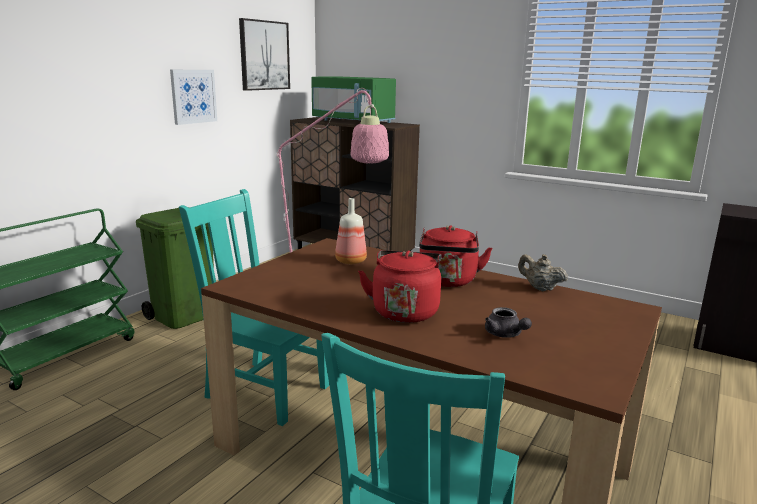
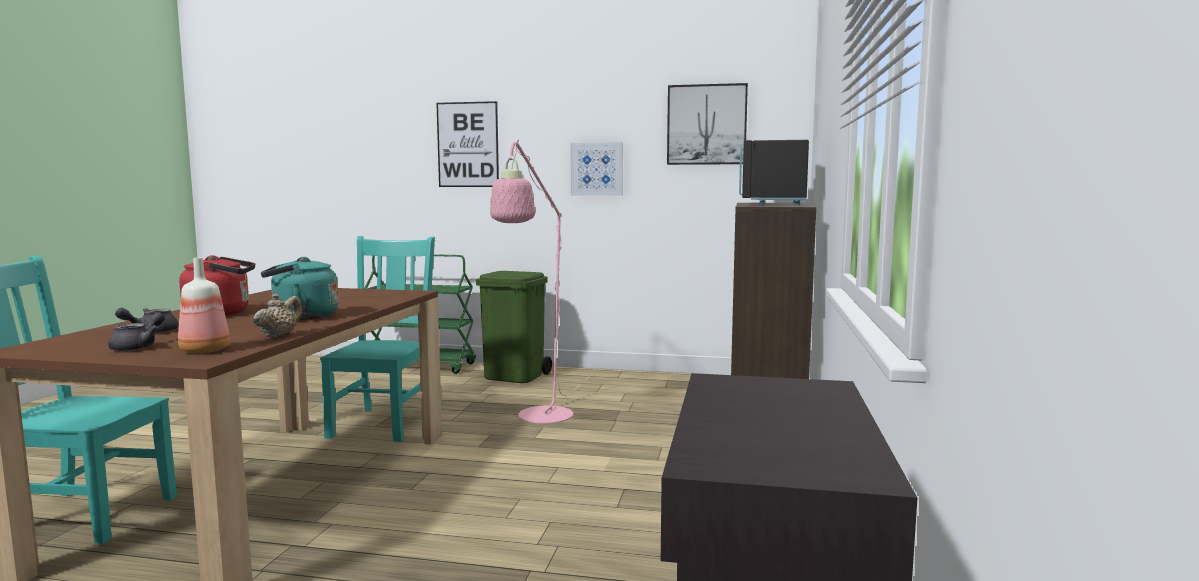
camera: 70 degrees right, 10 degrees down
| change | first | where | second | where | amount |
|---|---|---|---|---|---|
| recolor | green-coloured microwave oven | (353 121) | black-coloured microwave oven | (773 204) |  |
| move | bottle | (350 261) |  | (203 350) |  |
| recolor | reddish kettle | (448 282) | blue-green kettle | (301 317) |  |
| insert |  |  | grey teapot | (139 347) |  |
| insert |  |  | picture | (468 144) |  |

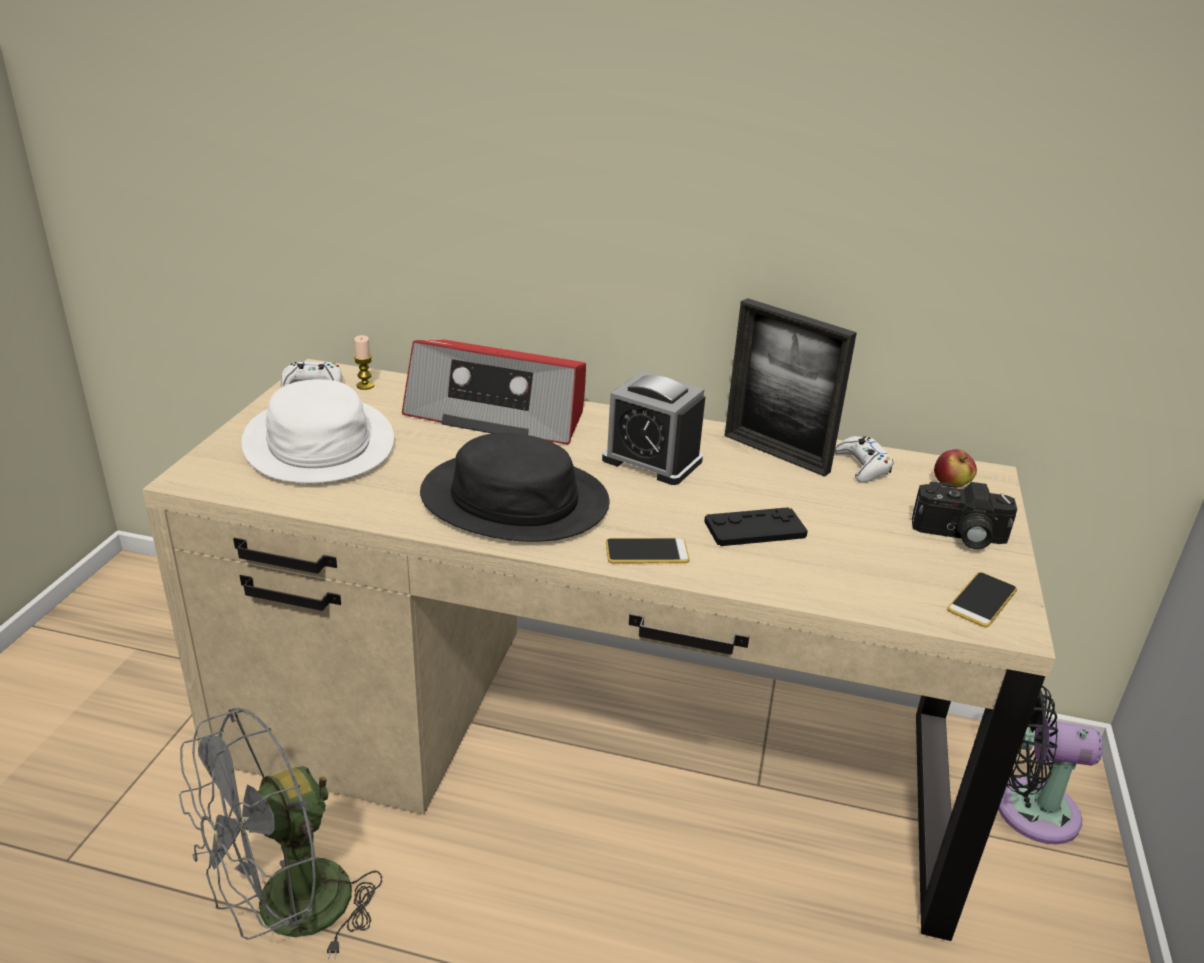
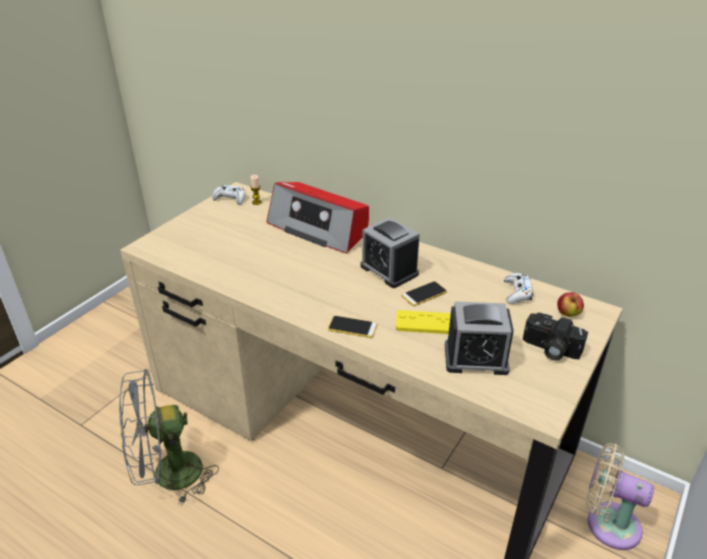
camera: 20 degrees right, 5 degrees up
| change | first | where | second | where | amount |
|---|---|---|---|---|---|
| delete | whitish wearable hat | (318 443) |  |  |  |
| delete | black-coloured wearable hat | (515 499) |  |  |  |
| recolor | black-coloured gamepad | (755 529) | yellow gamepad | (423 323) |  |
| delete | photo frame | (776 453) |  |  |  |
| move | telephone | (982 600) |  | (424 294) |  |
| recolor | black-coloured cooling fan | (1027 809) | beige-coloured cooling fan | (607 523) |  |
| insert |  |  | alarm clock | (476 358) |  |

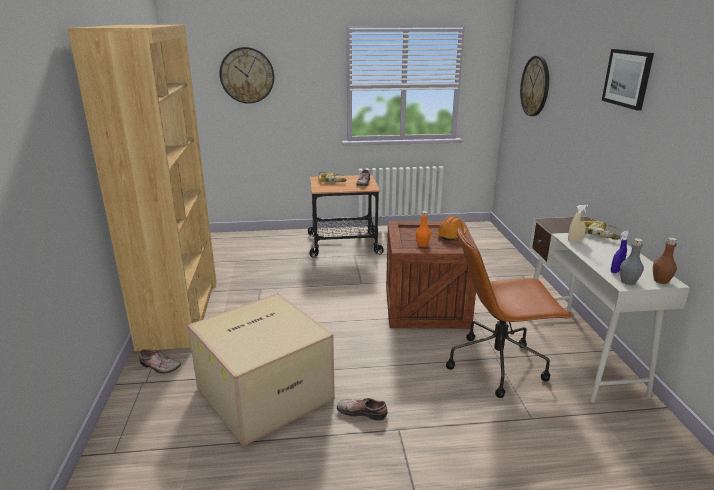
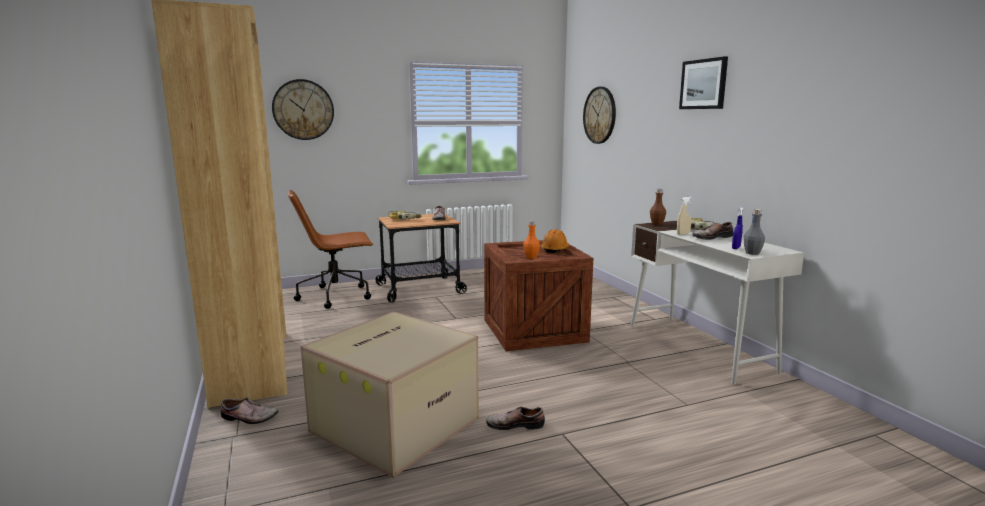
camera: 15 degrees left, 10 degrees down
| change | first | where | second | where | amount |
|---|---|---|---|---|---|
| move | brown-coloured desk chair | (498 364) |  | (337 296) |  |
| move | brown-coloured bottle | (660 281) |  | (657 224) |  |
| insert |  |  | item of footwear | (711 237) |  |

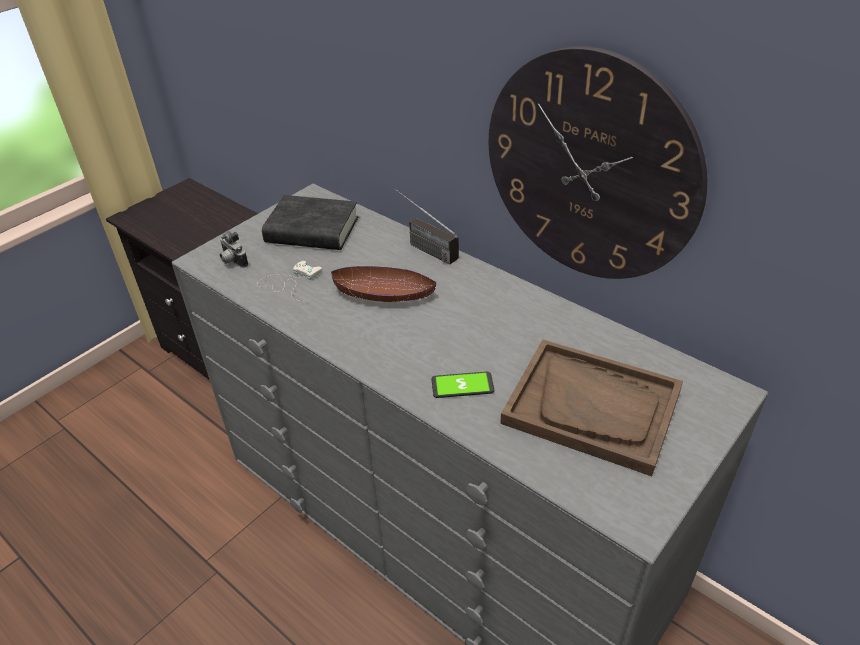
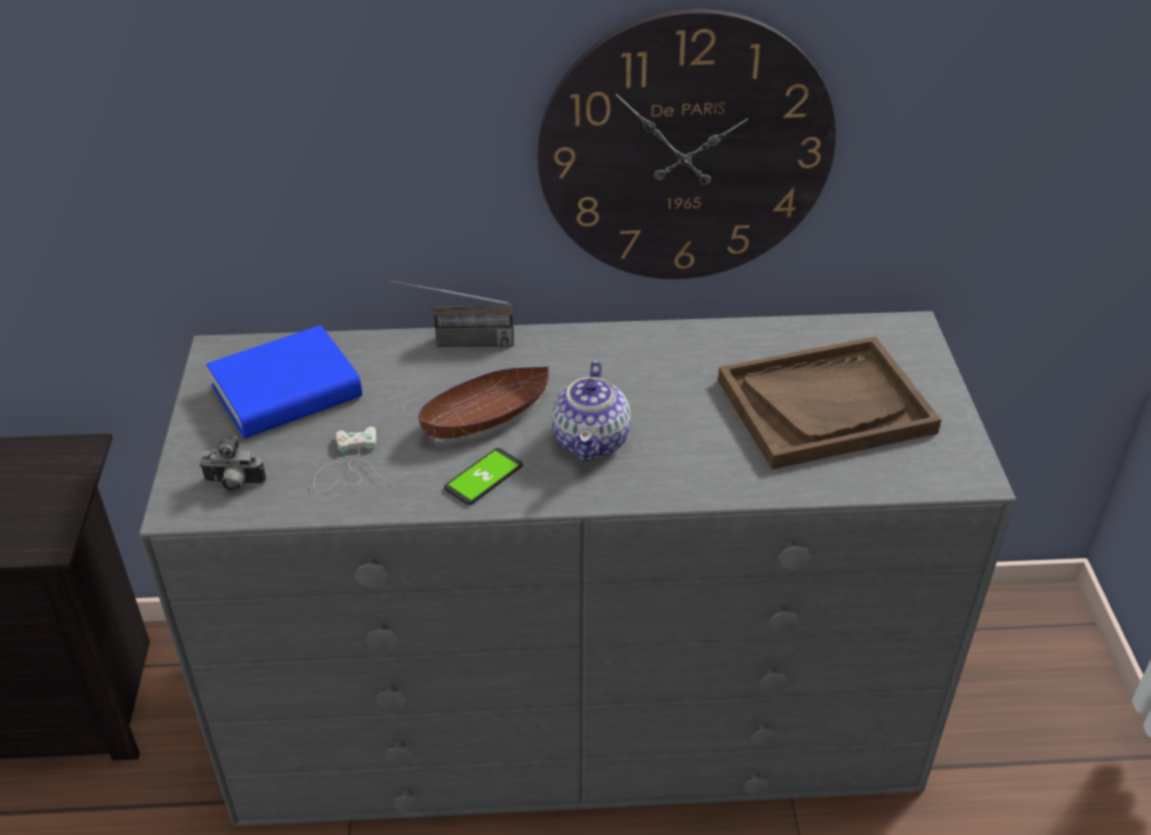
camera: 45 degrees left, 0 degrees up
| change | first | where | second | where | amount |
|---|---|---|---|---|---|
| recolor | black-coloured bound book | (312 230) | bluish bound book | (287 392) |  |
| move | telephone | (462 385) |  | (483 477) |  |
| insert |  |  | teapot | (592 440) |  |

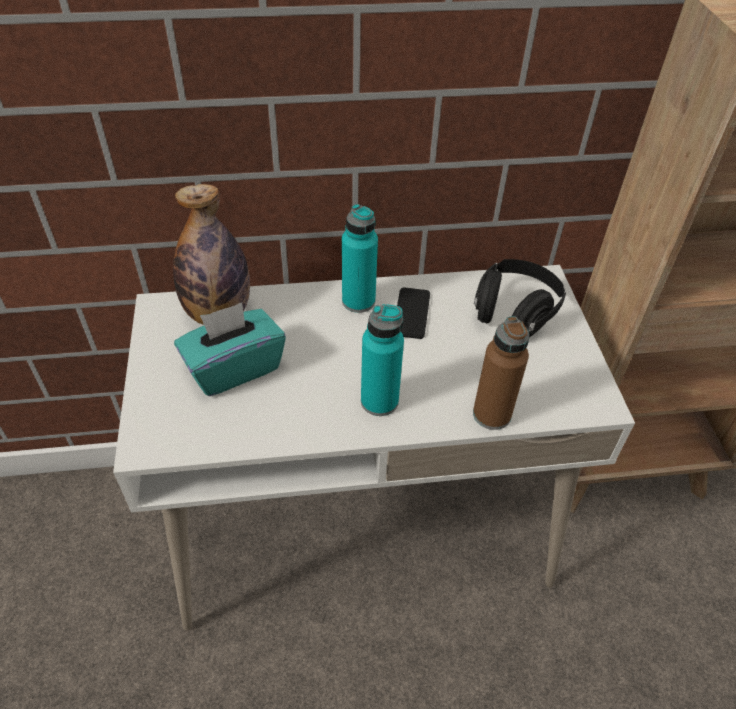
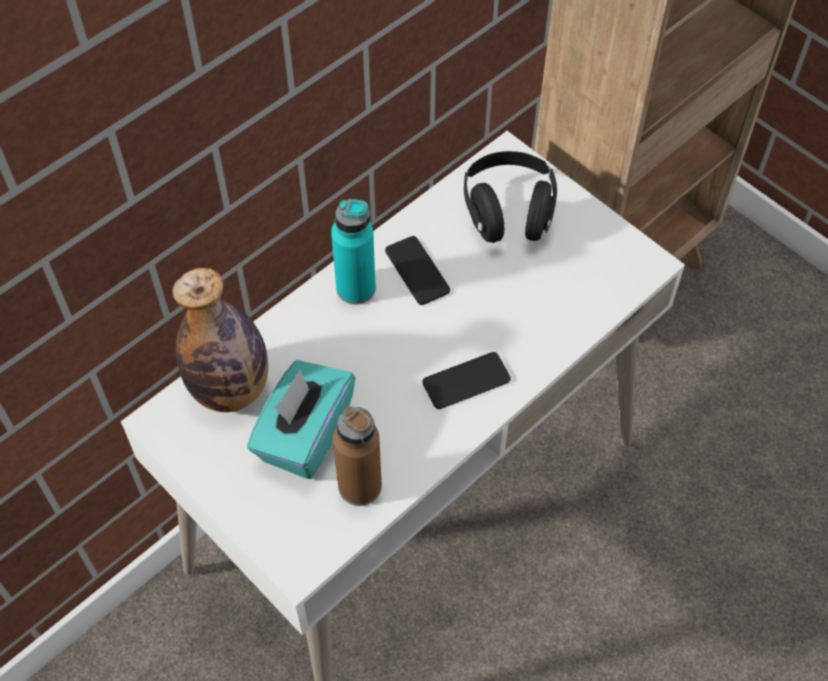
camera: 35 degrees left, 10 degrees up
| change | first | where | second | where | amount |
|---|---|---|---|---|---|
| replace | blue-green bottle | (379 401) | telephone | (466 381) |  |
| move | brown-coloured bottle | (491 414) |  | (360 486) |  |

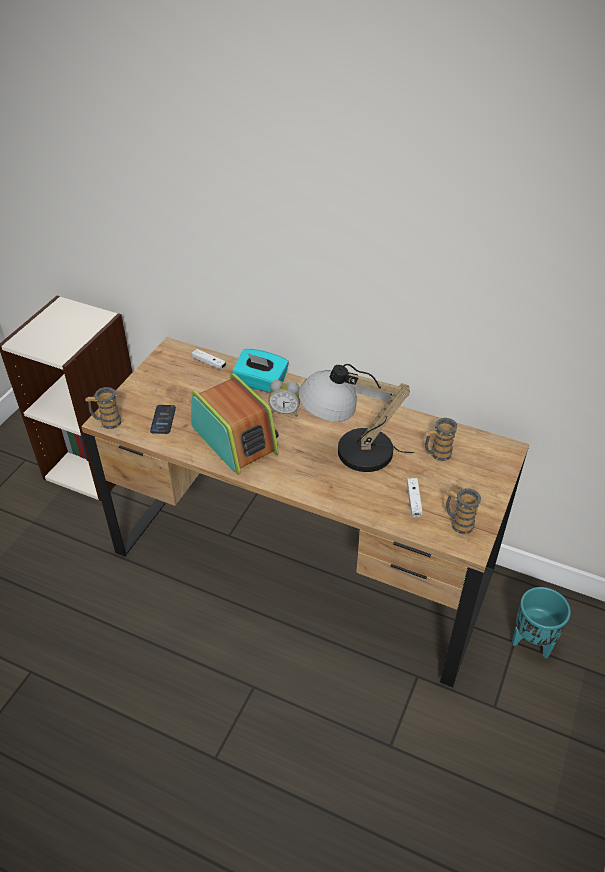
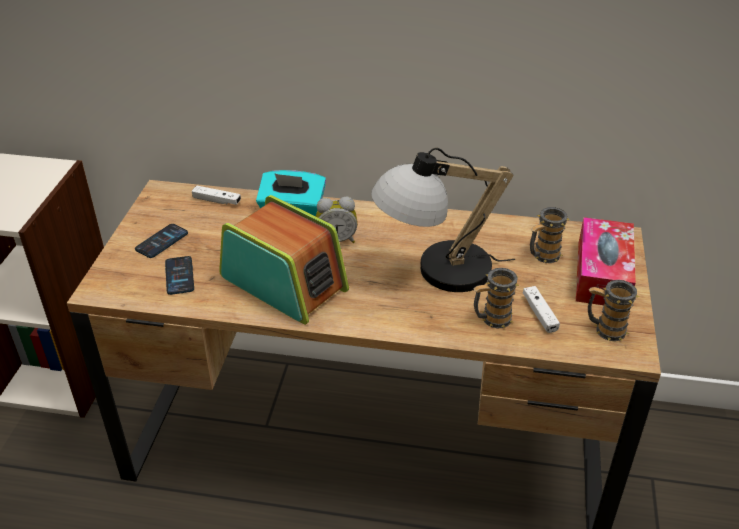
camera: 15 degrees left, 5 degrees down
| change | first | where | second | where | amount |
|---|---|---|---|---|---|
| move | tea mug | (107 422) |  | (491 319) |  |
| delete | blue-green planter | (532 643) |  |  |  |
| insert |  |  | telephone | (162 241) |  |
| insert |  |  | tissue box | (602 274) |  |

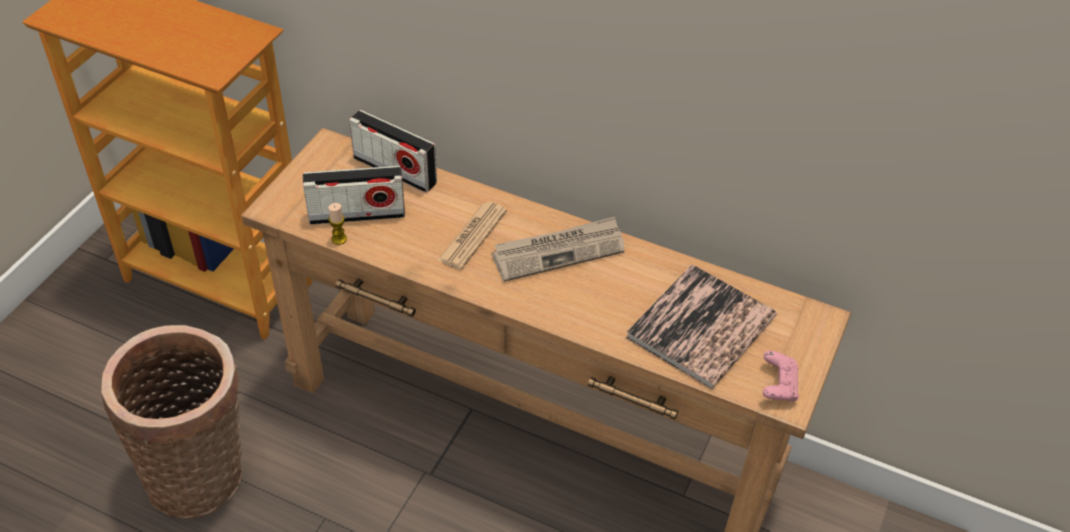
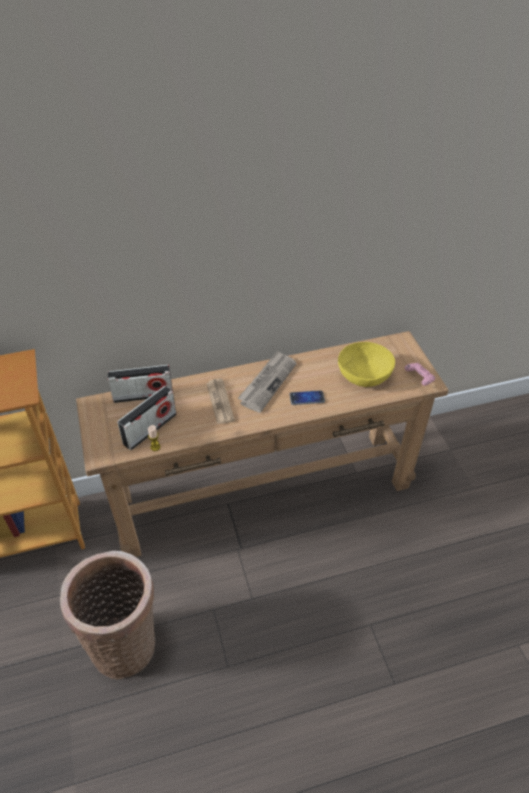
camera: 40 degrees left, 0 degrees up
| change | first | where | second | where | amount |
|---|---|---|---|---|---|
| replace | bound book | (701 327) | yellow serving bowl | (364 375) |  |
| insert |  |  | telephone | (307 398) |  |

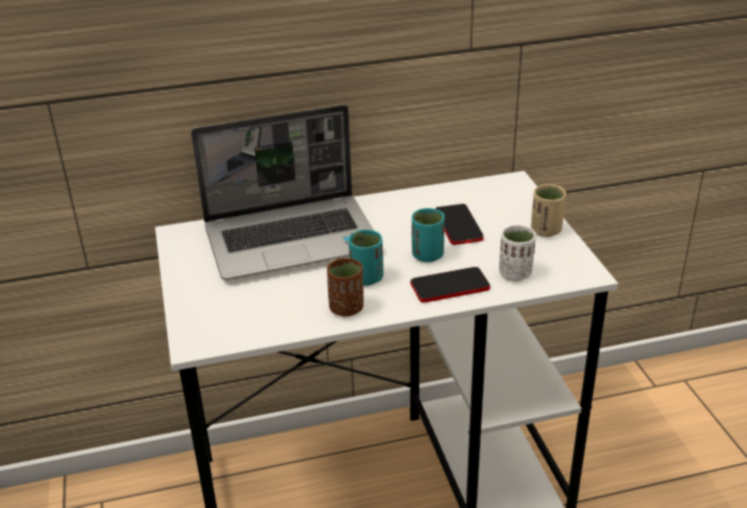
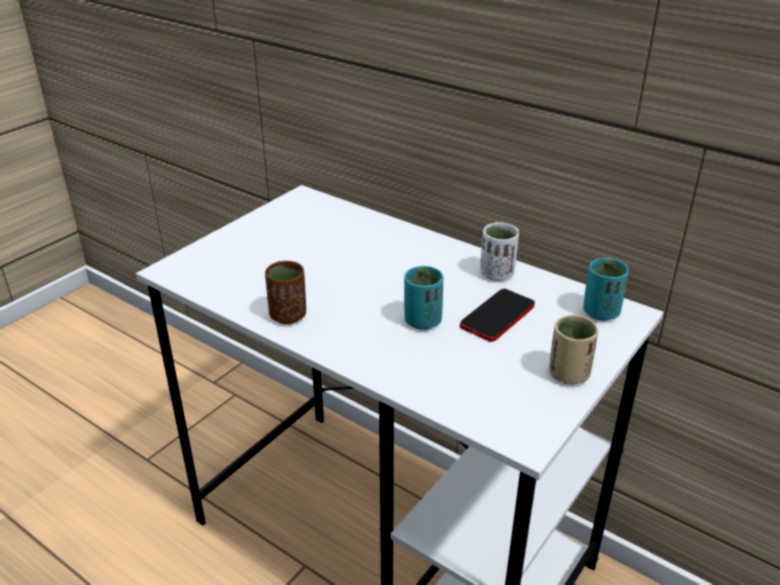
camera: 50 degrees right, 0 degrees up
| change | first | where | second | where | amount |
|---|---|---|---|---|---|
| delete | laptop | (293 238) |  |  |  |
| move | blue-green small cup | (366 278) |  | (600 312) |  |
| delete | telephone | (450 286) |  |  |  |
| move | whitish small cup | (515 274) |  | (497 274) |  |

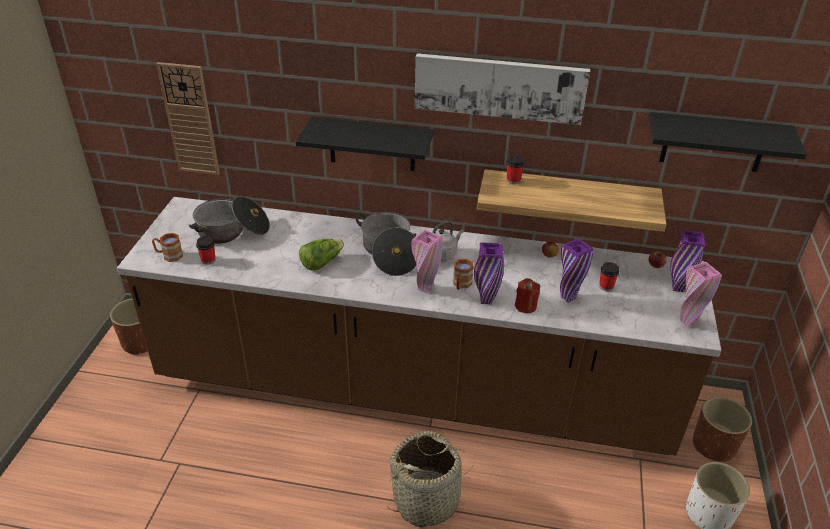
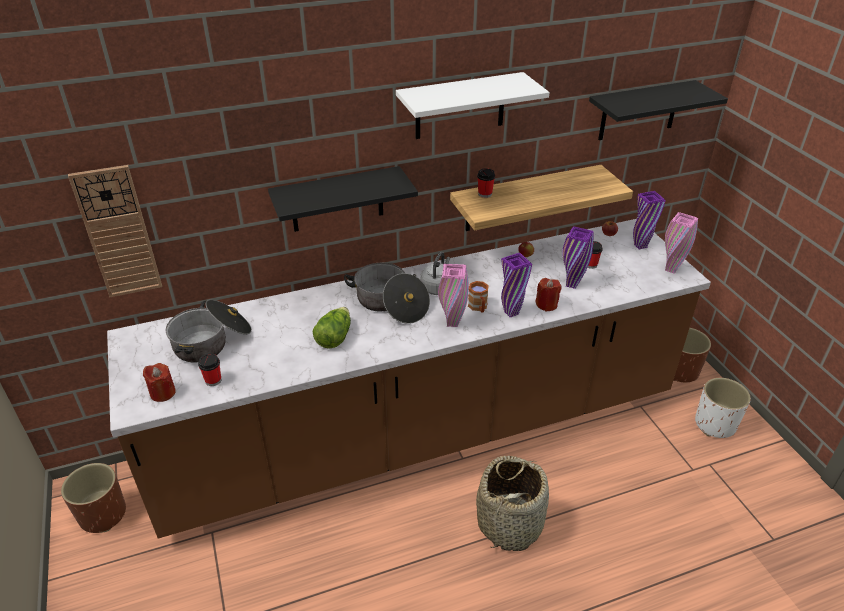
camera: 30 degrees left, 0 degrees up
| change | first | where | second | where | amount |
|---|---|---|---|---|---|
| replace | brown-coloured tea mug | (169 255) | reddish wax candle | (162 393) |  |
| replace | picture | (499 87) | whitish wall shelf | (460 106) |  |

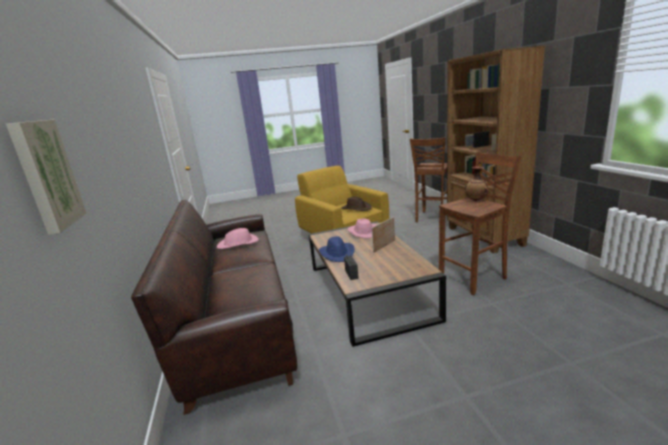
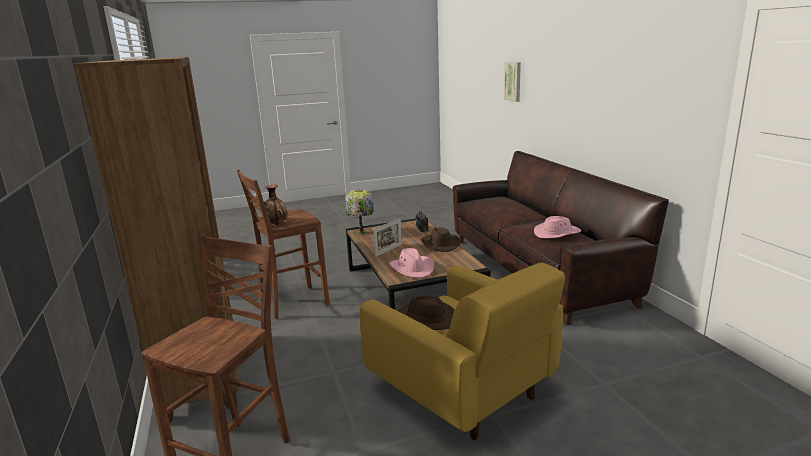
camera: 175 degrees right, 0 degrees up
| change | first | where | second | where | amount |
|---|---|---|---|---|---|
| recolor | bluish wearable hat | (337 253) | brown-coloured wearable hat | (439 244) |  |
| insert |  |  | table lamp | (361 233) |  |

